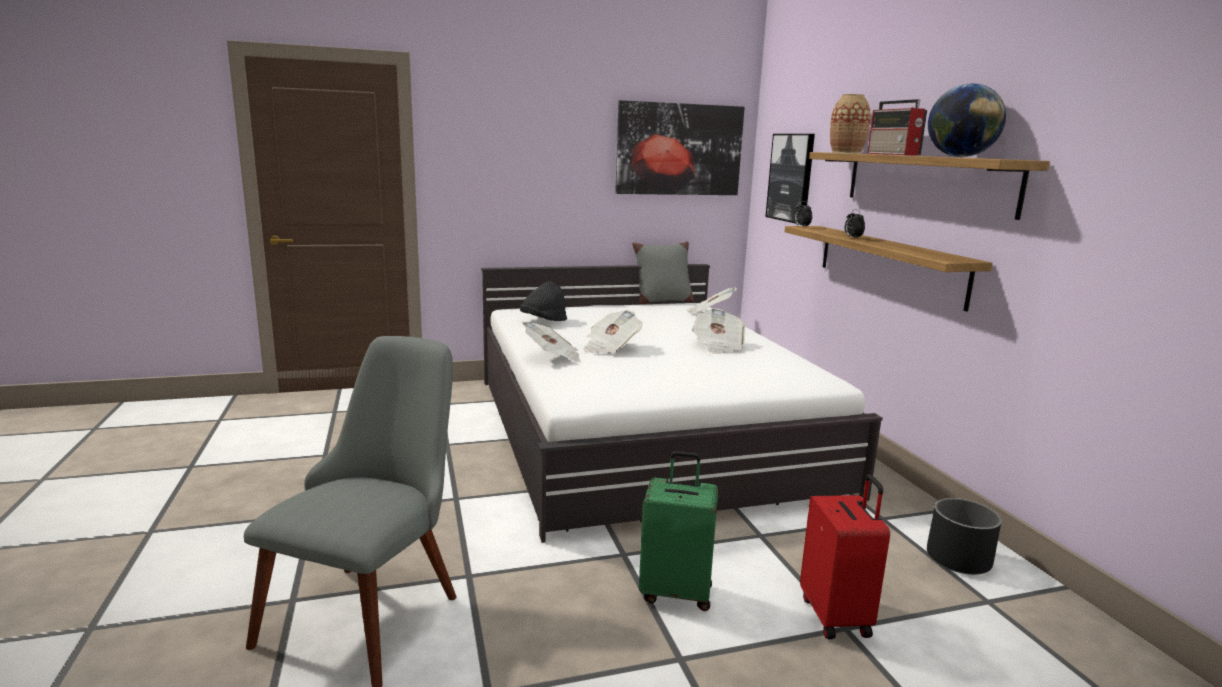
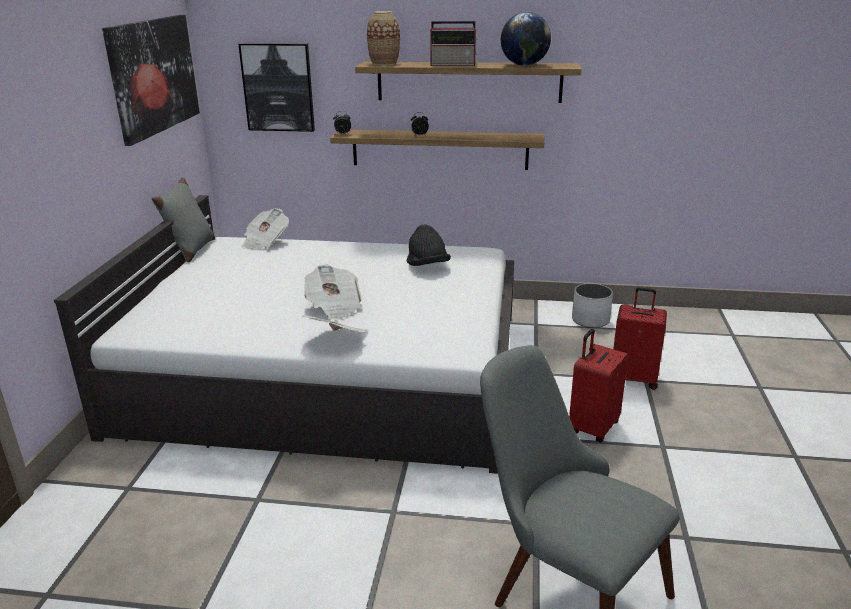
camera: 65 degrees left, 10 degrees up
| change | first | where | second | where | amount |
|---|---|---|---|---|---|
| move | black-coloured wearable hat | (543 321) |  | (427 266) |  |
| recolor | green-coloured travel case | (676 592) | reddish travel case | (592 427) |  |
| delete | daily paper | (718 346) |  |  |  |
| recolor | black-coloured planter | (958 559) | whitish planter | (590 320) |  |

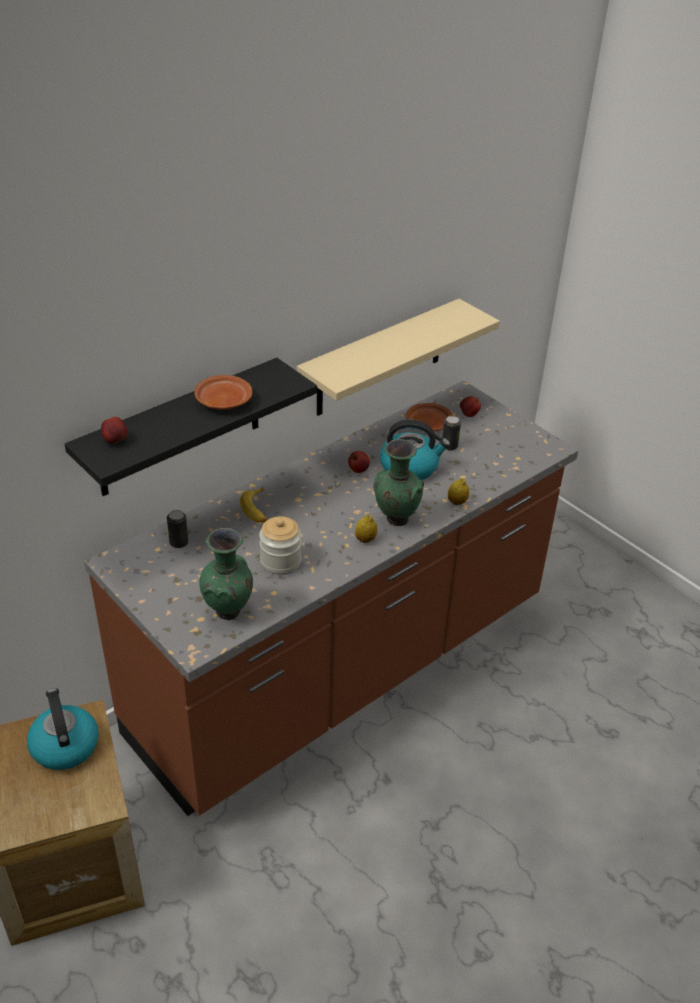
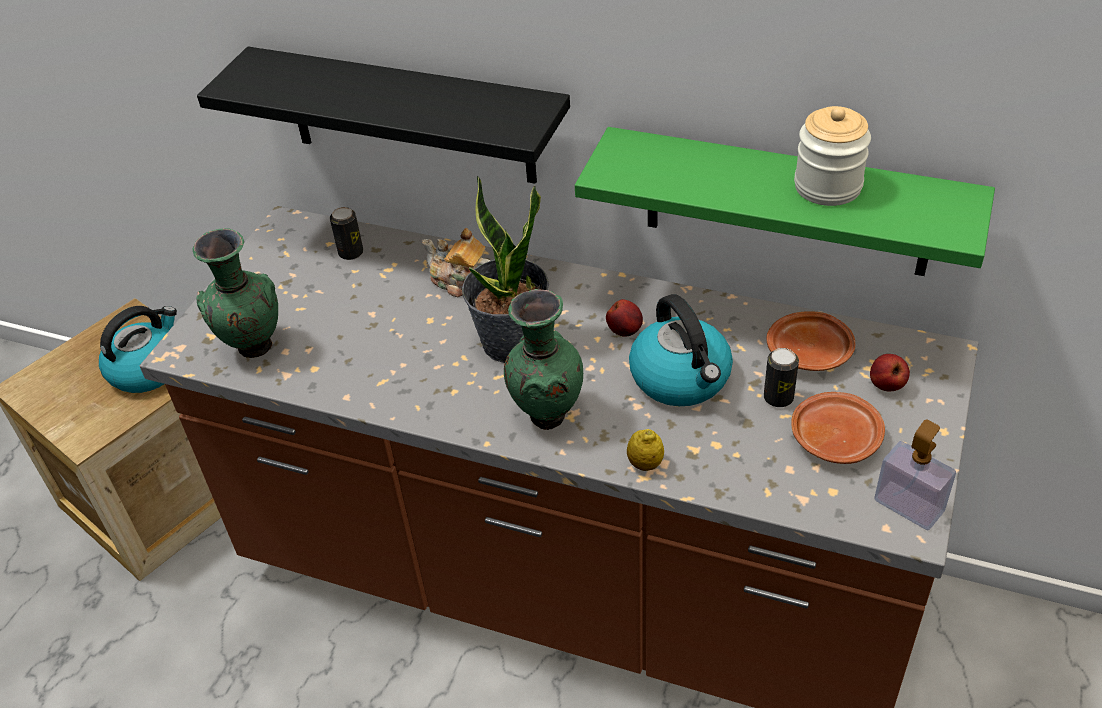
camera: 65 degrees right, 5 degrees up
| change | first | where | second | where | amount |
|---|---|---|---|---|---|
| delete | apple | (115 441) |  |  |  |
| move | brown-coloured plate | (223 401) |  | (835 438) |  |
| replace | whole banana | (257 510) | teapot | (460 282) |  |
| move | jar | (280 562) |  | (827 187) |  |
| recolor | beige-coloured wall shelf | (380 358) | green-coloured wall shelf | (787 203) |  |
| delete | whole lemon | (365 539) |  |  |  |
| insert |  |  | plant in a pot | (512 343) |  |
| insert |  |  | soap bottle | (908 506) |  |

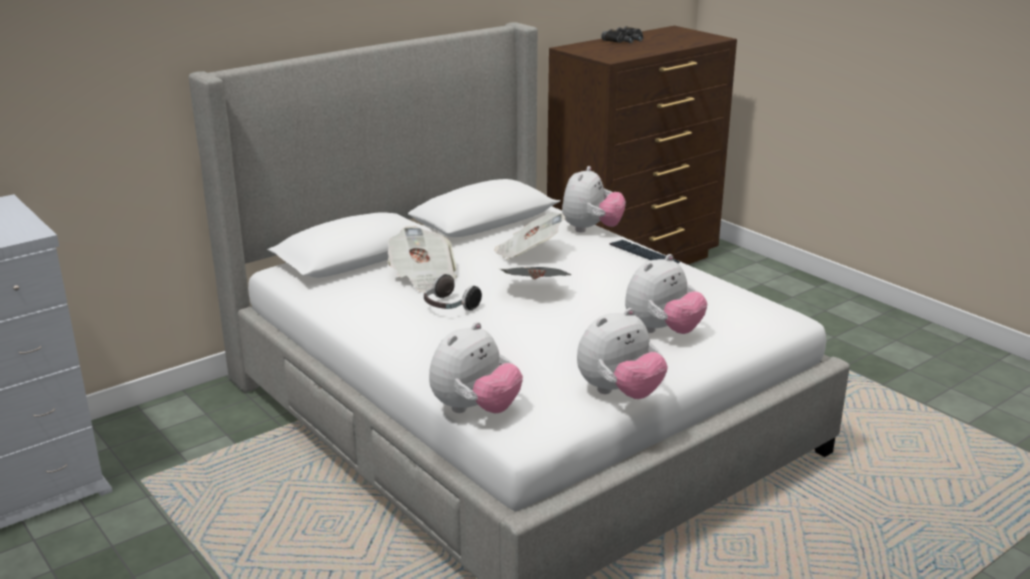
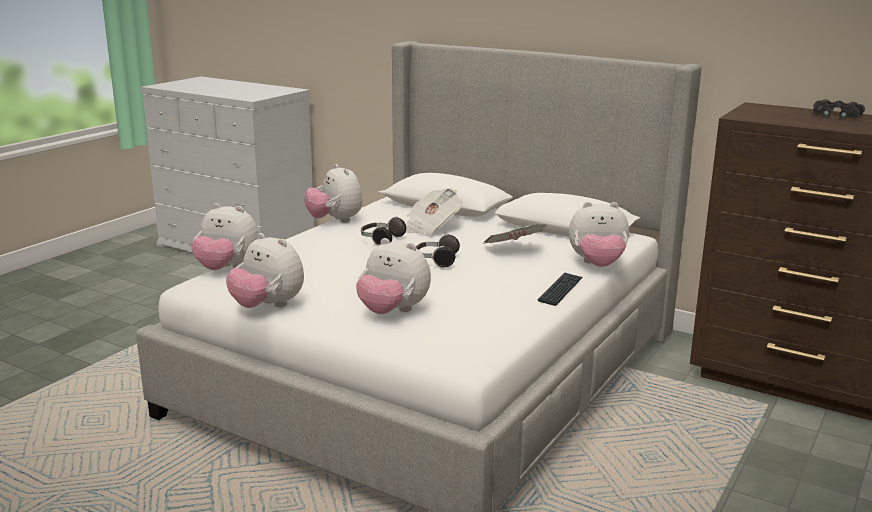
camera: 70 degrees right, 5 degrees down
| change | first | where | second | where | amount |
|---|---|---|---|---|---|
| replace | daily paper | (535 290) | headphones | (436 261) |  |
| insert |  |  | cuddly toy | (335 221) |  |

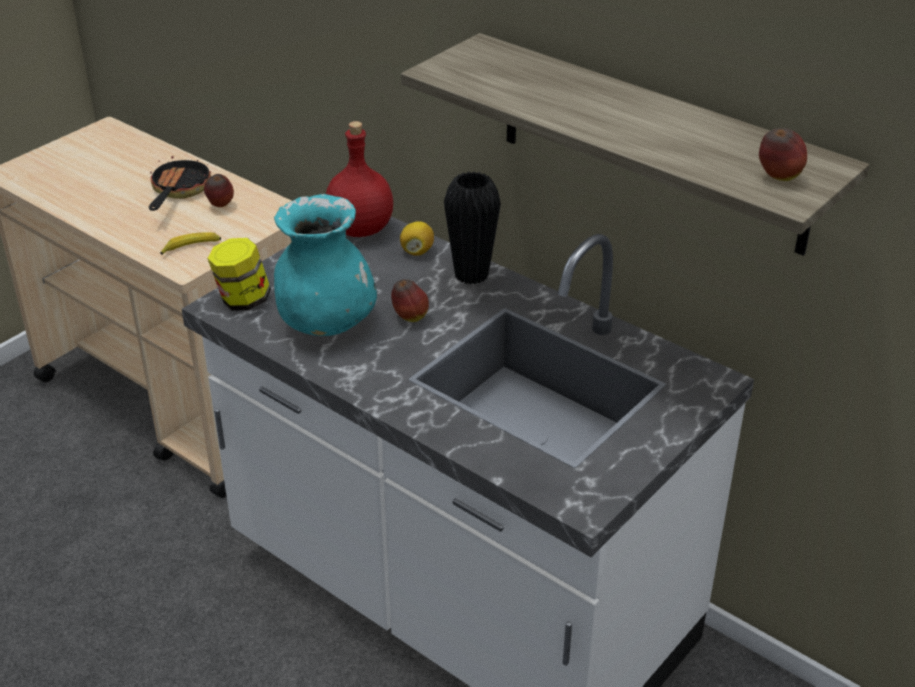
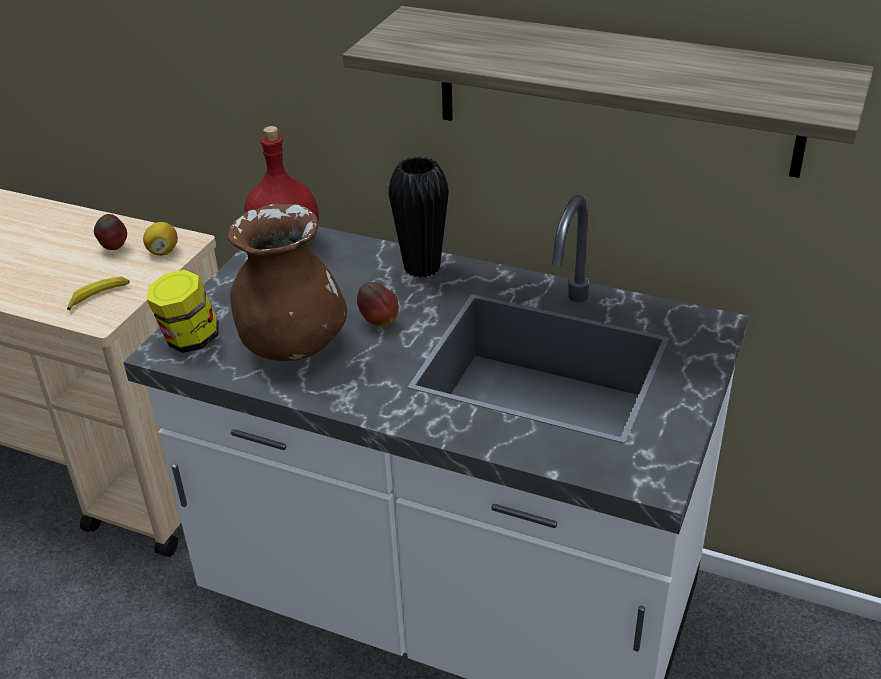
camera: 15 degrees left, 0 degrees up
| change | first | where | second | where | amount |
|---|---|---|---|---|---|
| delete | frying pan | (178 191) |  |  |  |
| recolor | blue-green vase | (326 323) | brown-coloured vase | (292 346) |  |
| move | whole lemon | (417 251) |  | (163 251) |  |
| delete | apple | (778 178) |  |  |  |

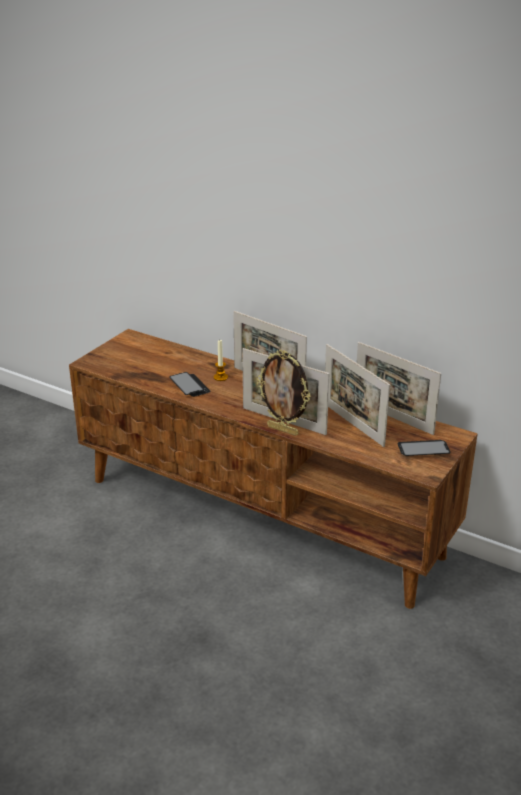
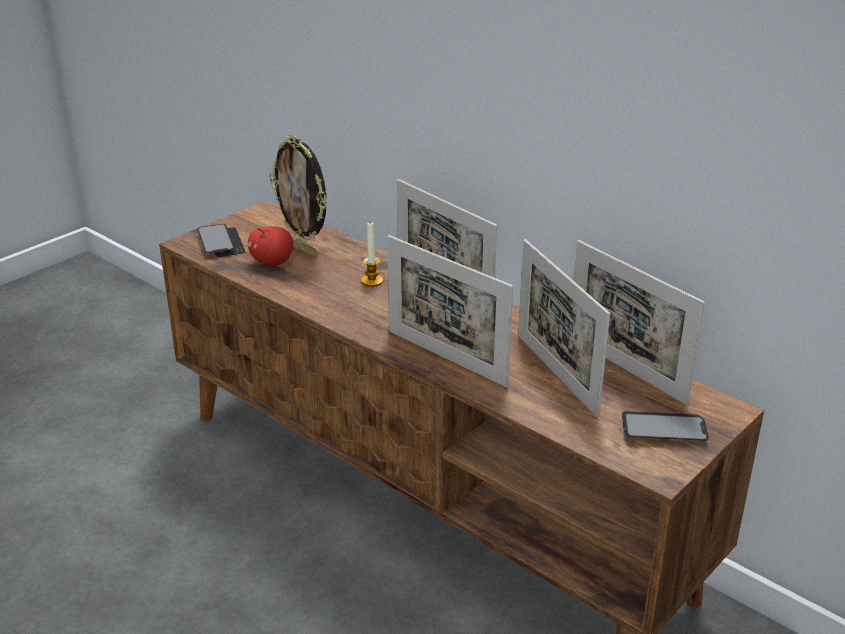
camera: 10 degrees right, 0 degrees up
| change | first | where | second | where | amount |
|---|---|---|---|---|---|
| move | telephone | (189 386) |  | (221 242) |  |
| move | photo frame | (283 430) |  | (304 249) |  |
| insert |  |  | apple | (272 262) |  |

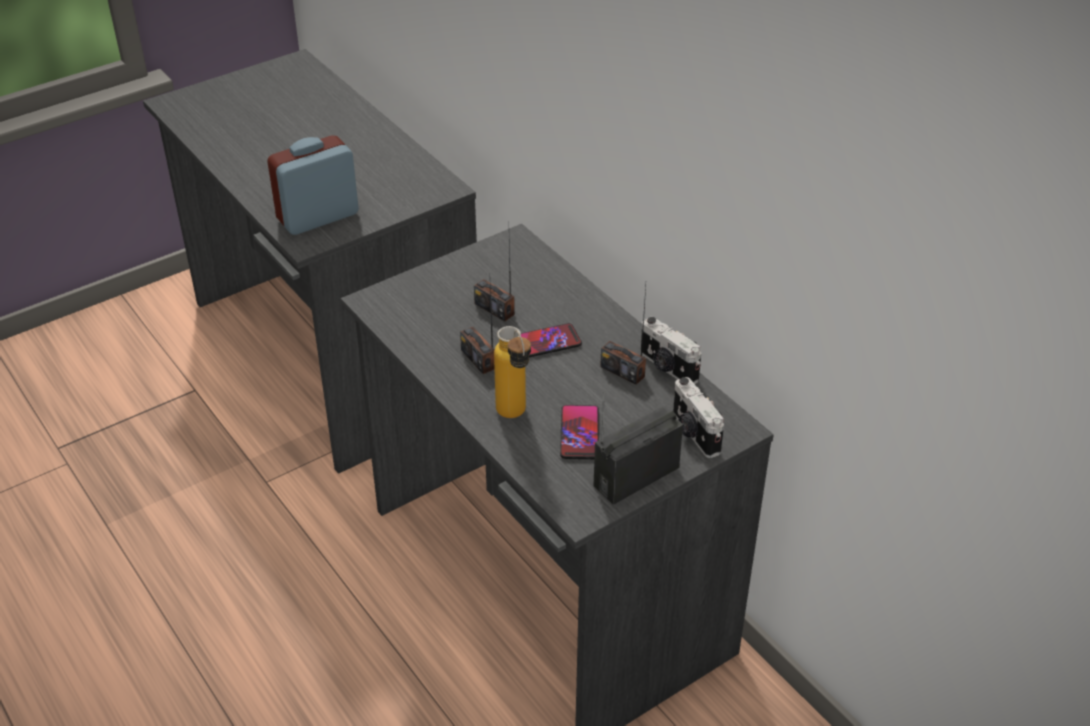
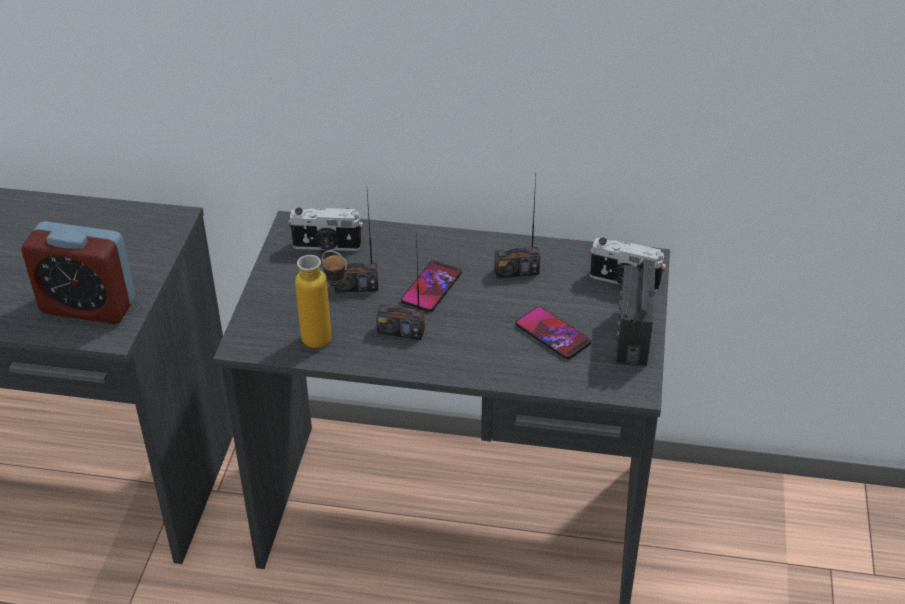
camera: 45 degrees left, 0 degrees up
| change | first | where | second | where | amount |
|---|---|---|---|---|---|
| rotate | alarm clock | (318 217) |  | (88 306) | 90 degrees counterclockwise |
| move | bottle | (515 417) |  | (328 342) |  |
| move | still camera | (667 368) |  | (327 246) |  |

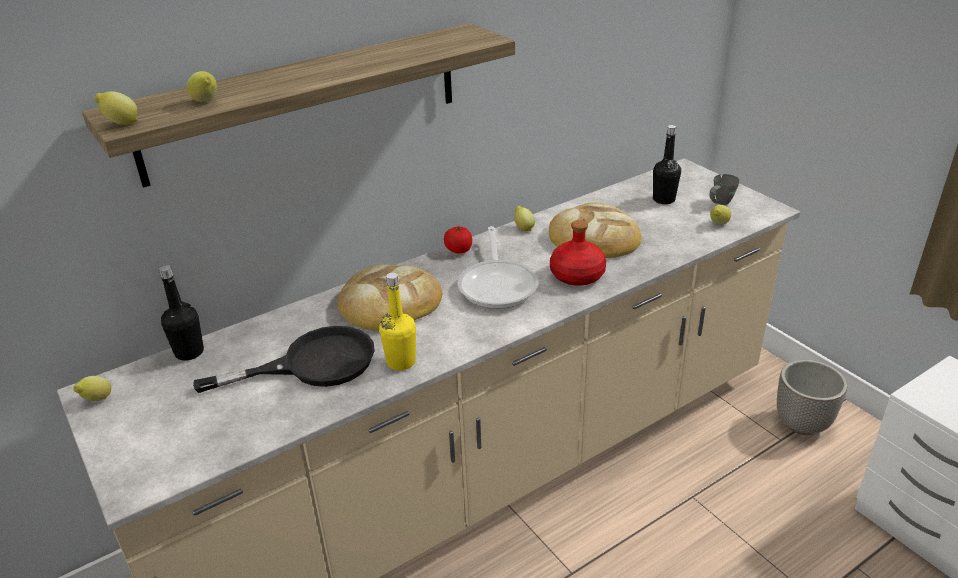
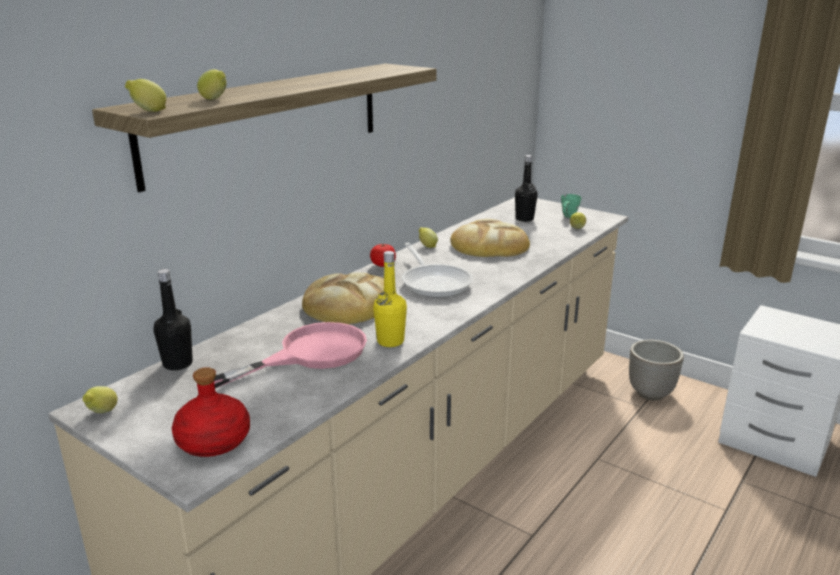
camera: 20 degrees left, 10 degrees down
| change | first | where | second | where | amount |
|---|---|---|---|---|---|
| recolor | black-coloured frying pan | (312 364) | pinkish frying pan | (309 354) |  |
| move | reddish bottle | (578 275) |  | (214 441) |  |
| recolor | grey tea mug | (719 204) | green-coloured tea mug | (568 217) |  |

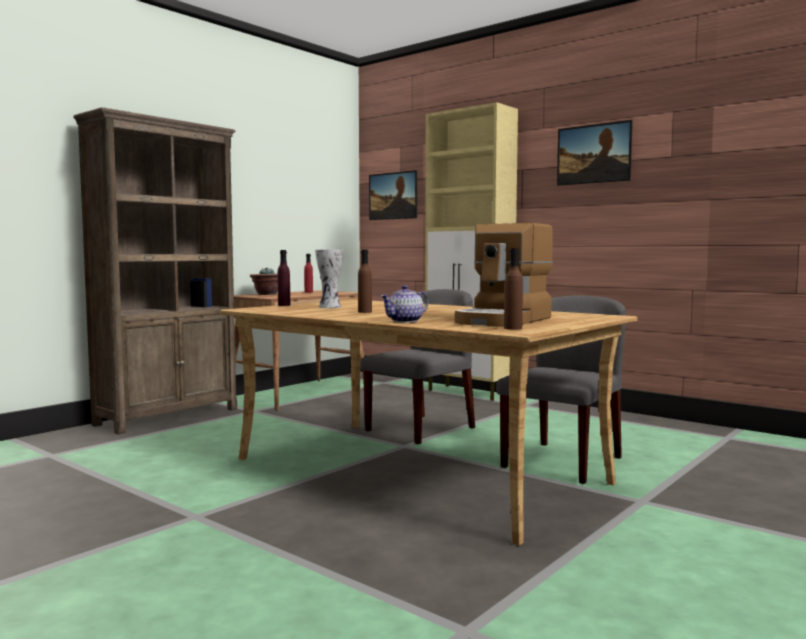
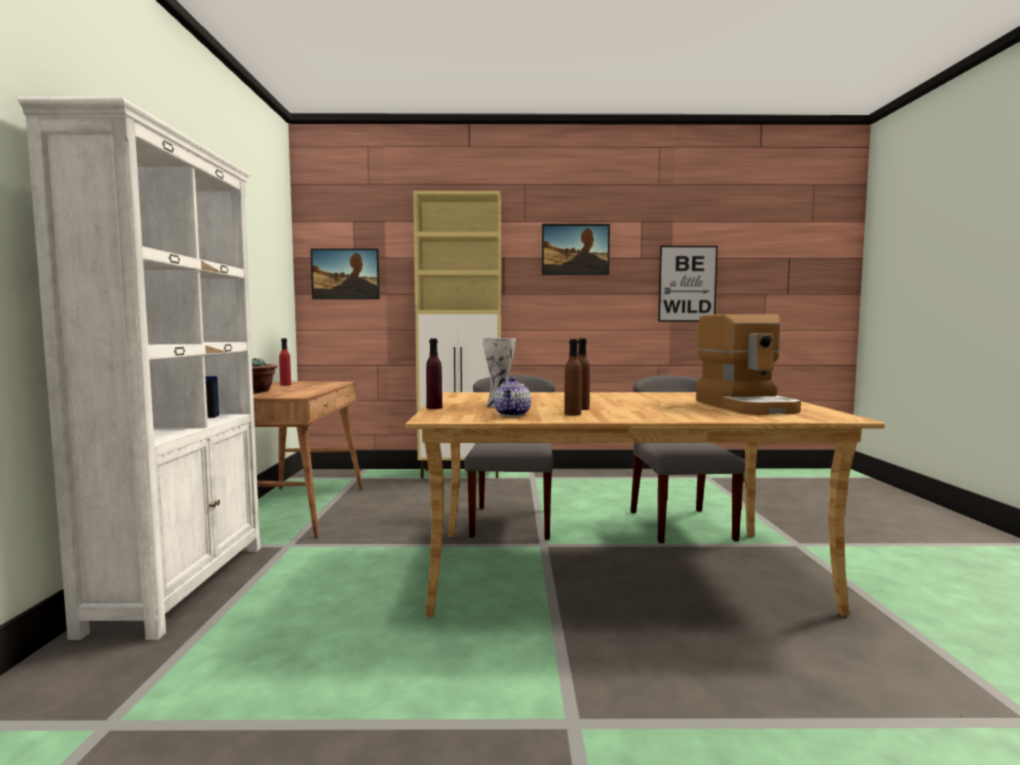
camera: 40 degrees left, 0 degrees up
| change | first | where | second | where | amount |
|---|---|---|---|---|---|
| recolor | brown-coloured bookshelf | (169 416) | whitish bookshelf | (181 585) |  |
| move | teapot | (405 321) |  | (513 414) |  |
| move | brown-coloured bottle | (513 328) |  | (572 414) |  |
| insert |  |  | picture | (687 284) |  |

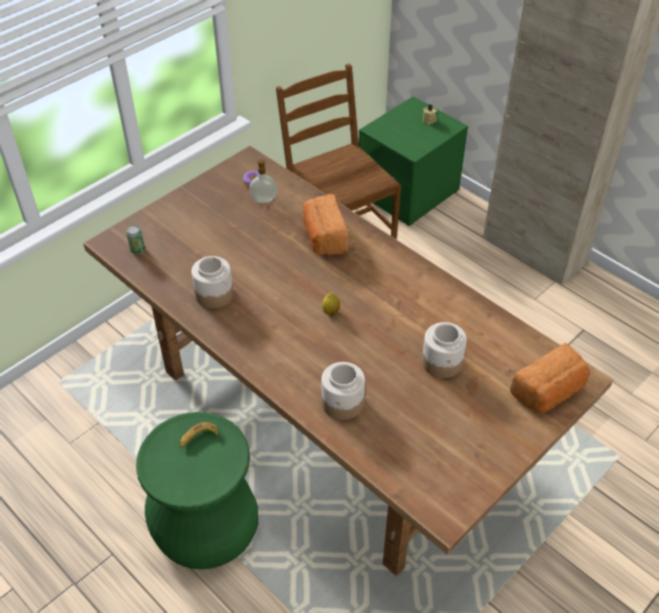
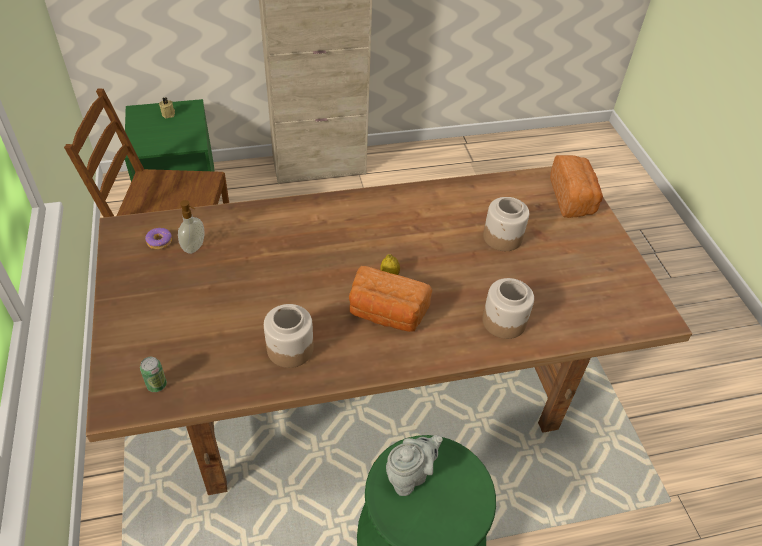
camera: 60 degrees left, 0 degrees up
| change | first | where | second | where | amount |
|---|---|---|---|---|---|
| replace | whole banana | (198 438) | grey teapot | (410 476) |  |
| move | bakery bread | (324 237) |  | (386 314) |  |

